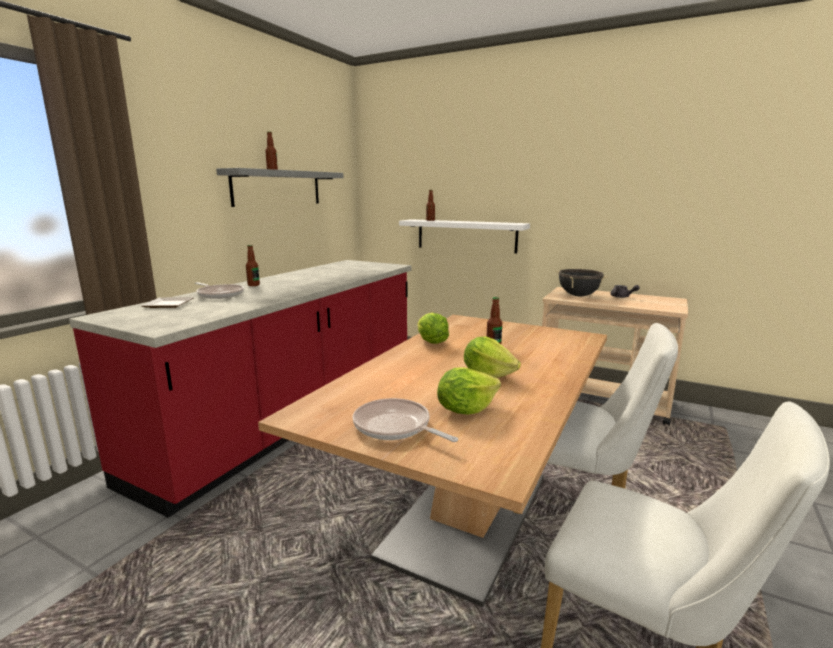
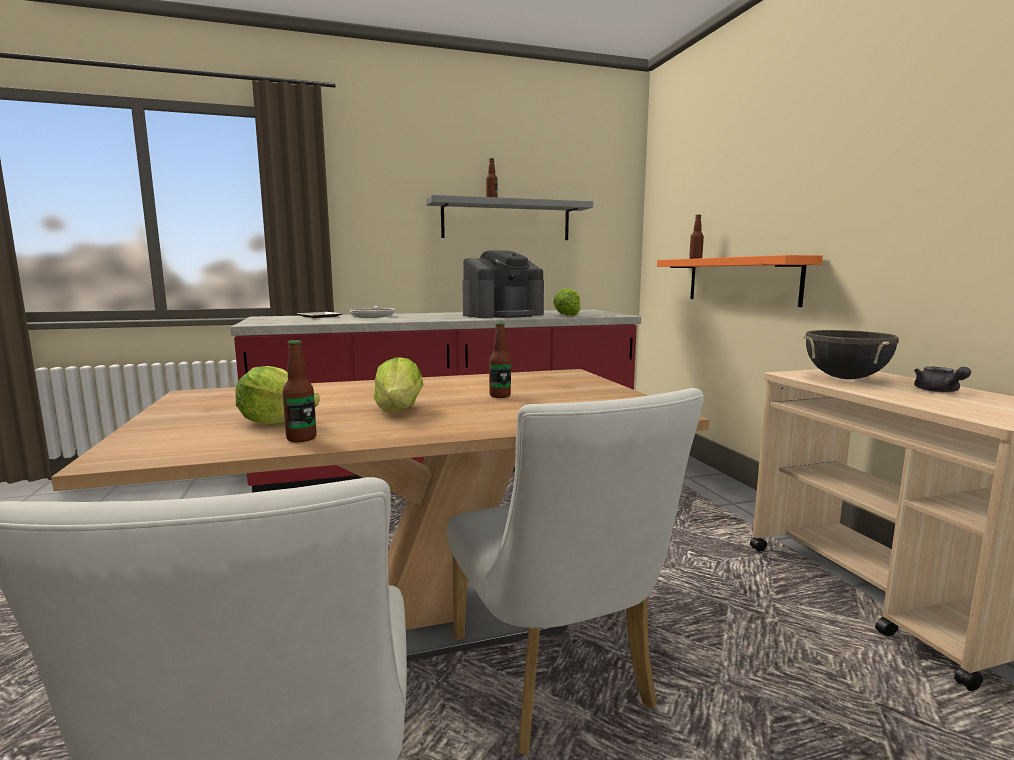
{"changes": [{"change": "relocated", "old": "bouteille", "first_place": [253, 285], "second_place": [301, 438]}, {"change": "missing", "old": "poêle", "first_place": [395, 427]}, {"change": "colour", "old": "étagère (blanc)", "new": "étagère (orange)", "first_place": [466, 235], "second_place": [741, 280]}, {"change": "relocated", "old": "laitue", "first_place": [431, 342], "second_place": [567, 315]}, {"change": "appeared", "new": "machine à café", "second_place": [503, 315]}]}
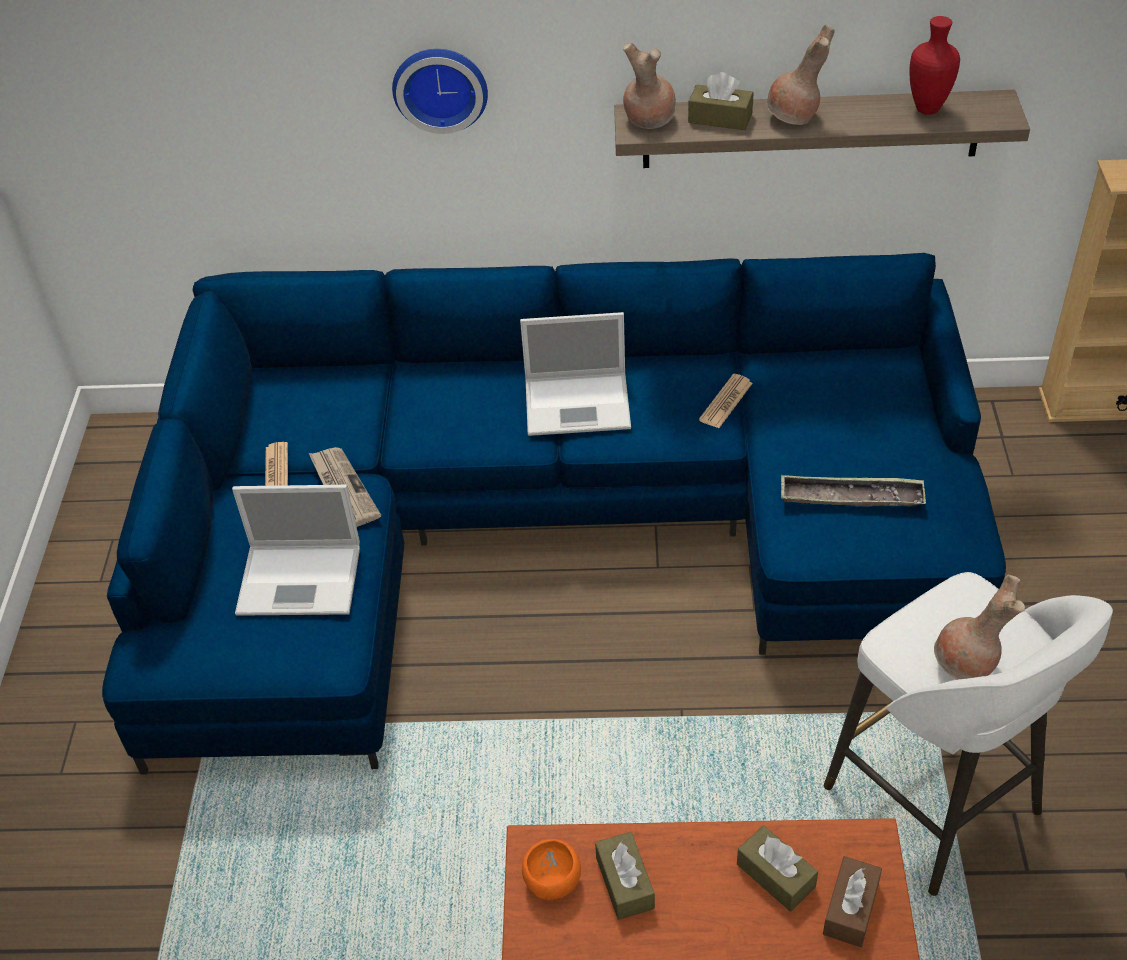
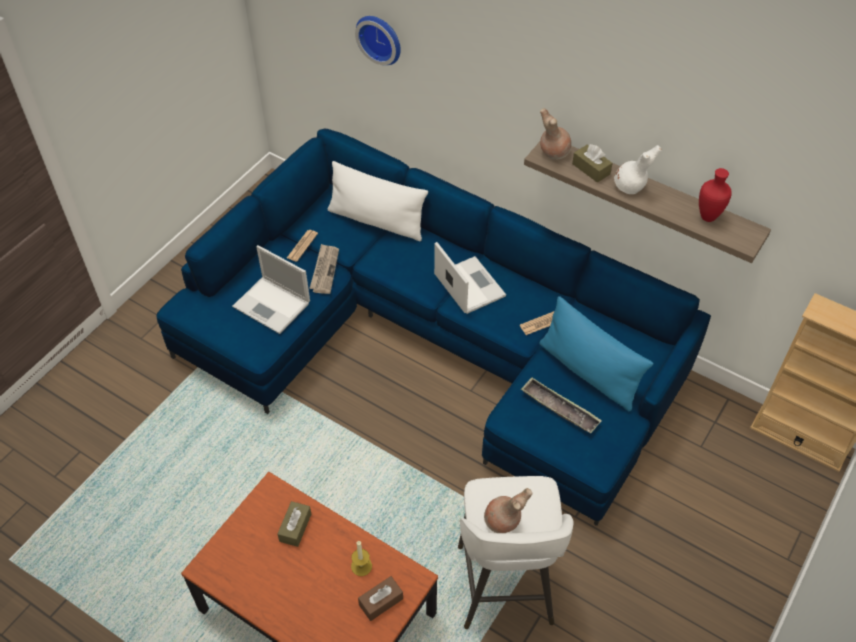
{"changes": [{"change": "relocated", "old": "horloge murale", "first_place": [440, 87], "second_place": [380, 38]}, {"change": "spun", "old": "ordinateur portable", "first_place": [579, 403], "second_place": [468, 285], "degrees": -150}, {"change": "missing", "old": "bol (orange)", "first_place": [551, 881]}, {"change": "exchanged", "old": "boîte à mouchoirs (marron)", "new": "bougie", "first_place": [775, 875], "second_place": [361, 566]}, {"change": "colour", "old": "vase (marron)", "new": "vase (blanc)", "first_place": [794, 118], "second_place": [630, 187]}, {"change": "appeared", "new": "coussin (blanc)", "second_place": [377, 221]}, {"change": "appeared", "new": "coussin (bleu)", "second_place": [588, 372]}]}
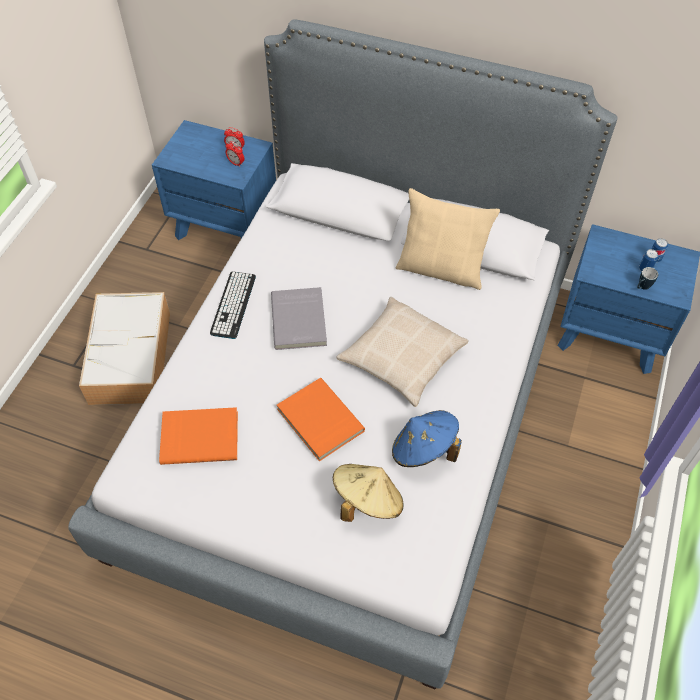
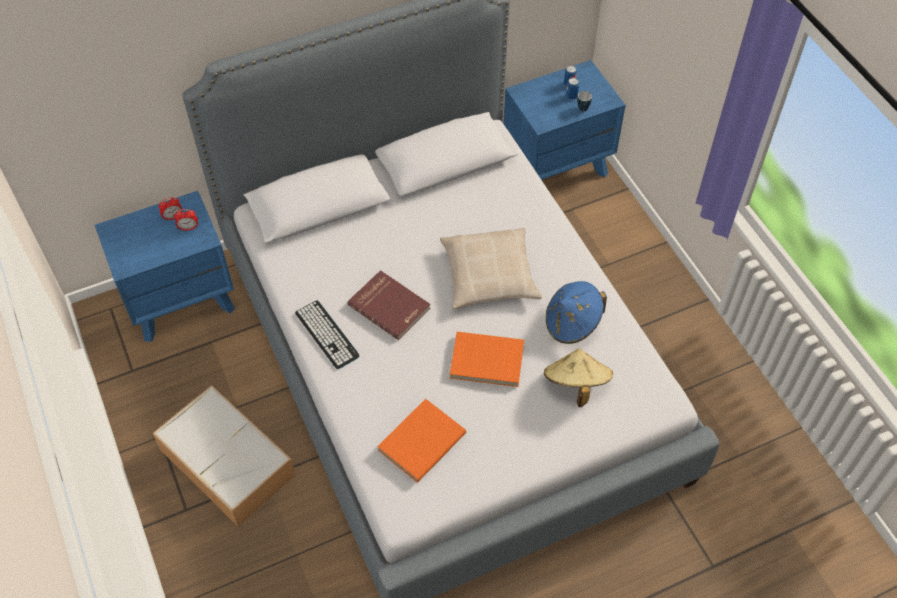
{"changes": [{"change": "colour", "old": "livre (gris)", "new": "livre (rouge)", "first_place": [300, 320], "second_place": [390, 306]}, {"change": "missing", "old": "coussin (beige)", "first_place": [441, 268]}]}
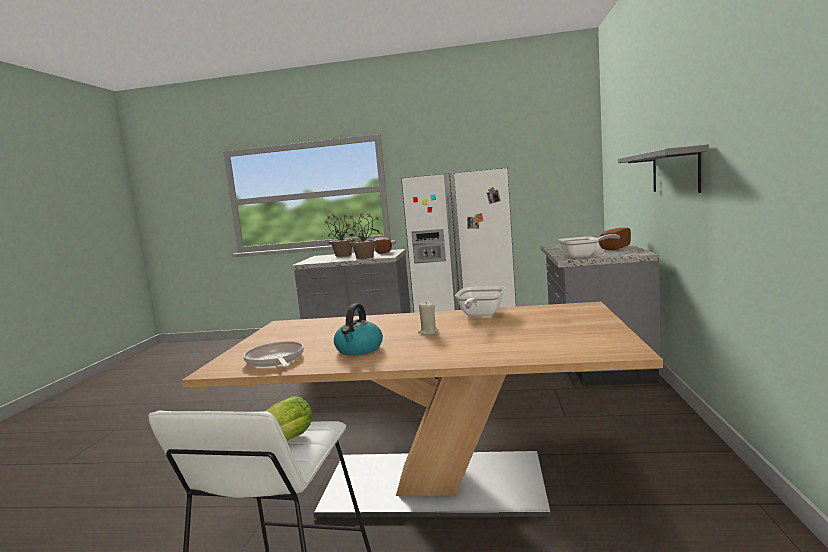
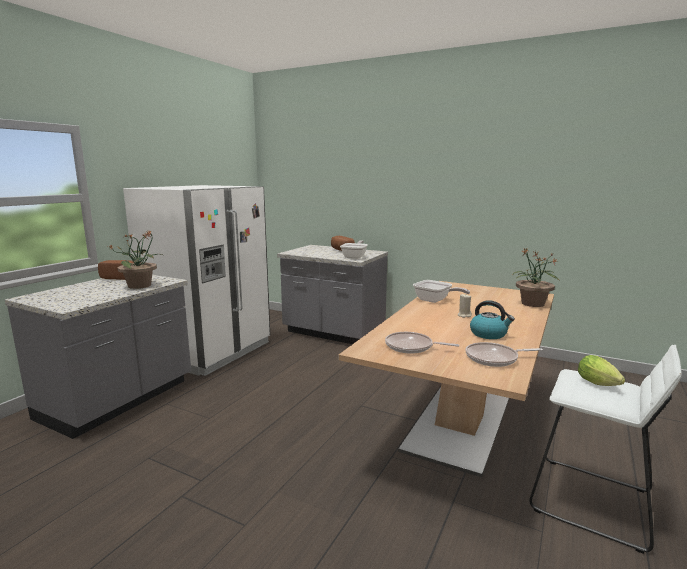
{"changes": [{"change": "relocated", "old": "plante en pot", "first_place": [342, 255], "second_place": [532, 304]}, {"change": "missing", "old": "étagère (gris)", "first_place": [675, 171]}, {"change": "appeared", "new": "poêle", "second_place": [412, 347]}]}
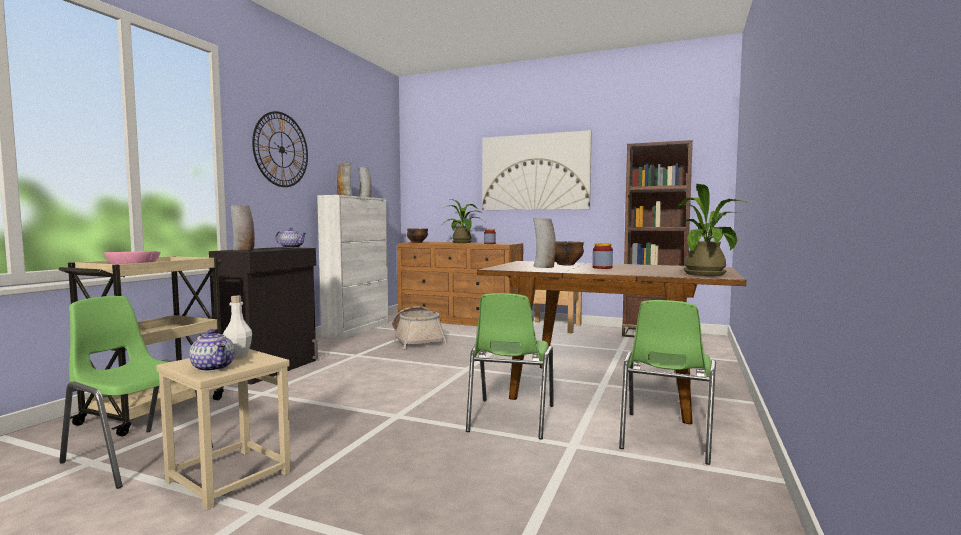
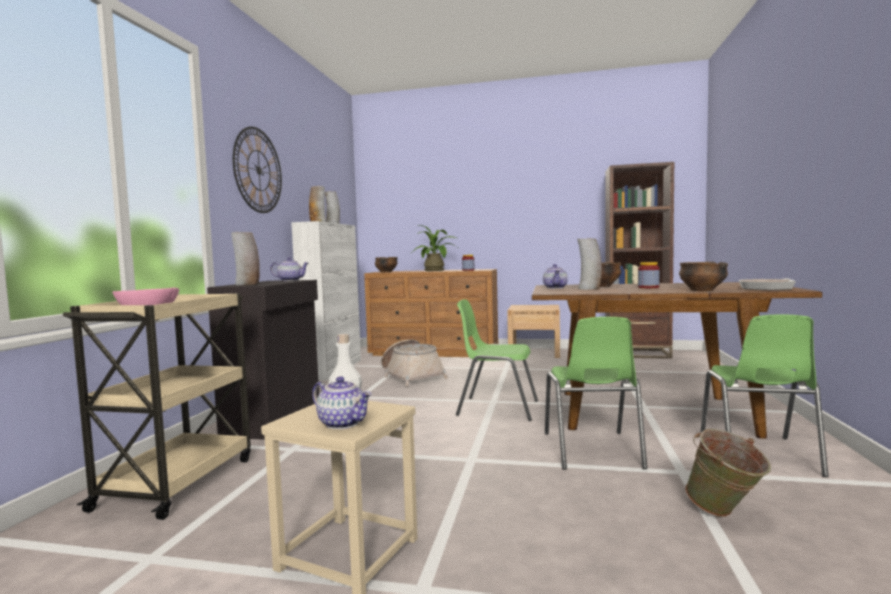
{"changes": [{"change": "relocated", "old": "chaise (vert)", "first_place": [137, 455], "second_place": [496, 408]}, {"change": "missing", "old": "tableau", "first_place": [535, 172]}, {"change": "exchanged", "old": "plante en pot", "new": "poêle", "first_place": [708, 274], "second_place": [768, 288]}, {"change": "appeared", "new": "théière", "second_place": [555, 288]}, {"change": "appeared", "new": "bol", "second_place": [702, 290]}, {"change": "appeared", "new": "seau (vert)", "second_place": [725, 514]}]}
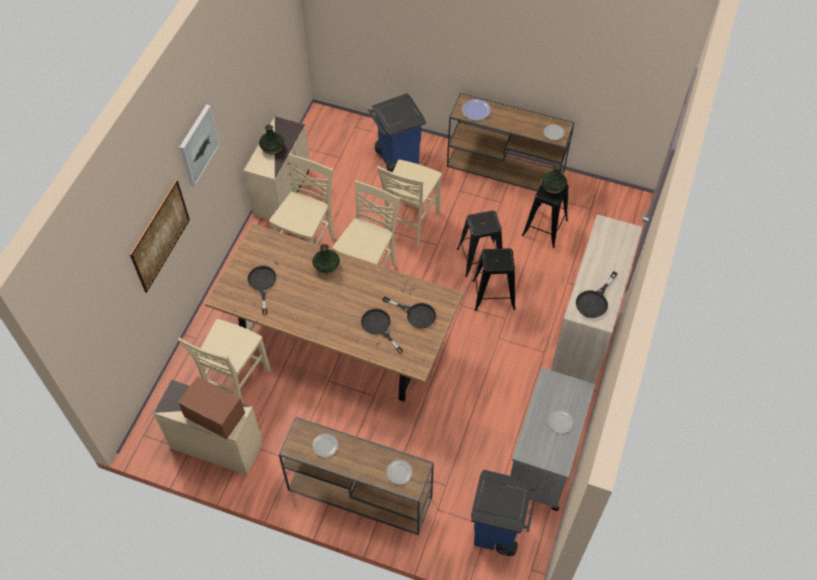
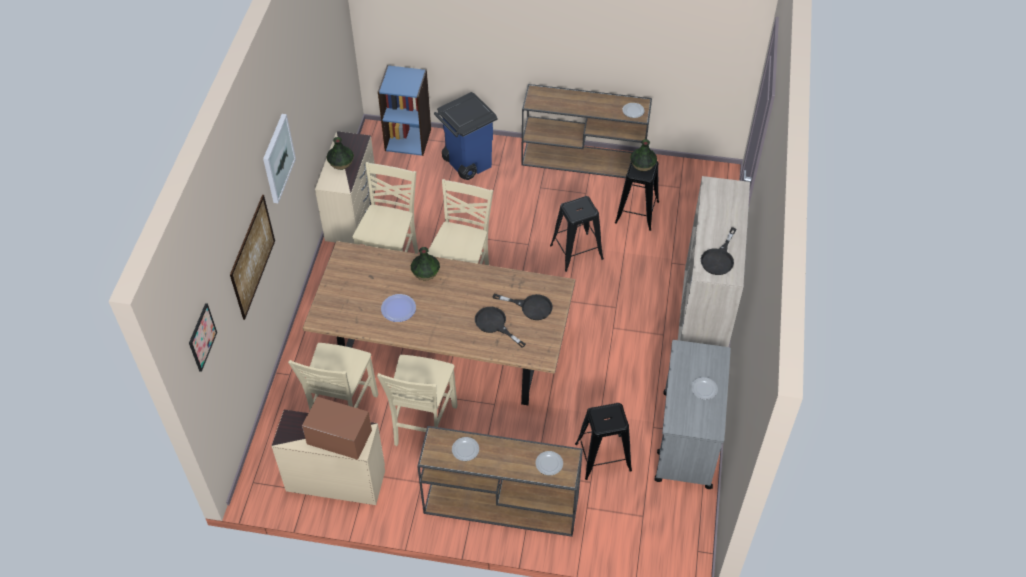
{"changes": [{"change": "missing", "old": "poêle (noir)", "first_place": [262, 284]}, {"change": "relocated", "old": "chaise (beige)", "first_place": [410, 223], "second_place": [423, 426]}, {"change": "relocated", "old": "assiette", "first_place": [476, 110], "second_place": [398, 308]}, {"change": "missing", "old": "poubelle (bleu)", "first_place": [498, 531]}, {"change": "relocated", "old": "tabouret (noir)", "first_place": [493, 295], "second_place": [603, 457]}, {"change": "appeared", "new": "tableau", "second_place": [202, 337]}, {"change": "appeared", "new": "bibliothèque (bleu)", "second_place": [408, 139]}]}
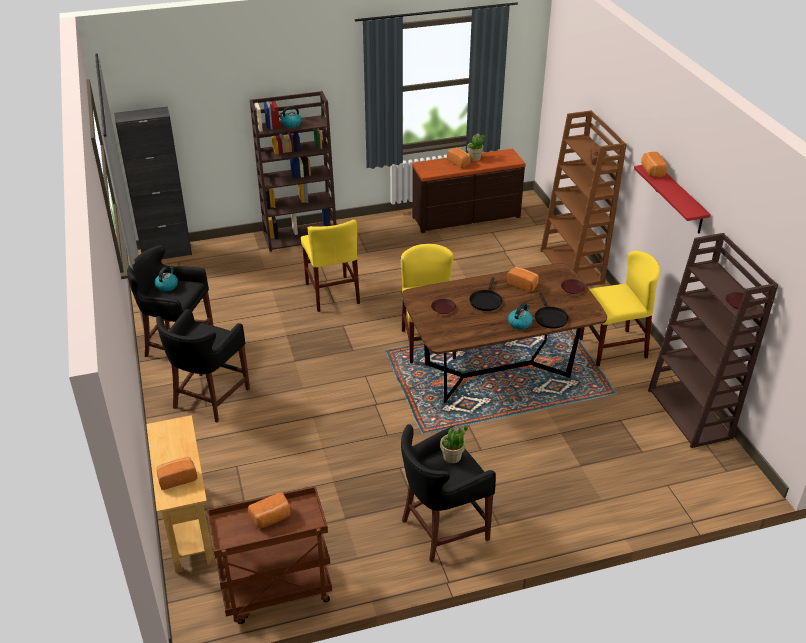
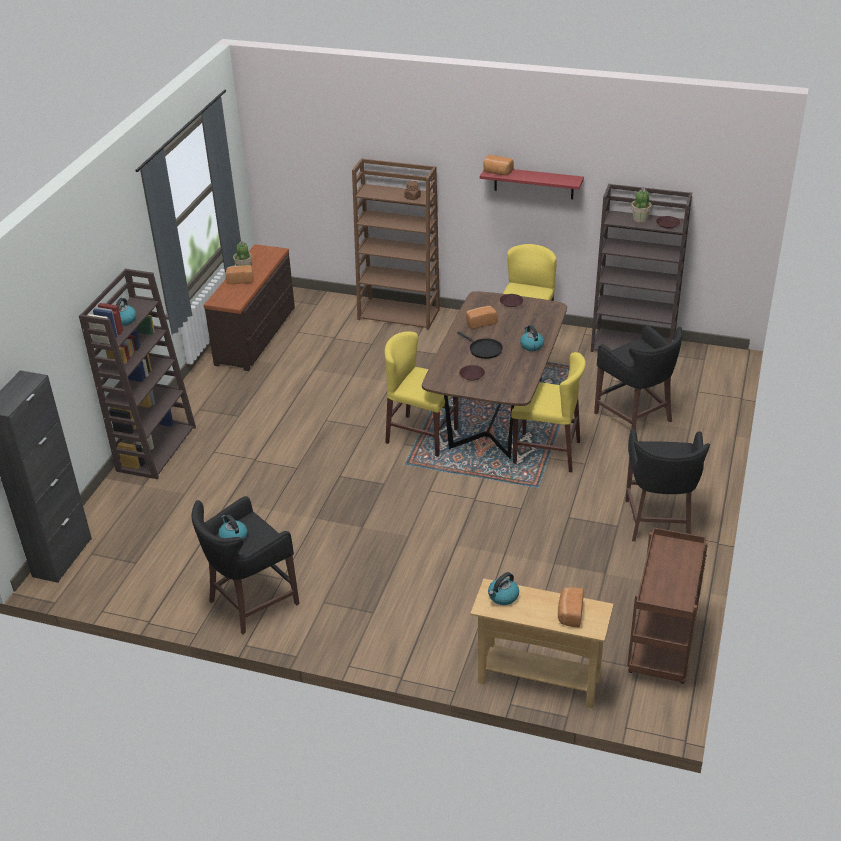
{"changes": [{"change": "relocated", "old": "tabouret (noir)", "first_place": [209, 399], "second_place": [635, 417]}, {"change": "missing", "old": "pain", "first_place": [271, 518]}, {"change": "relocated", "old": "chaise (jaune)", "first_place": [332, 293], "second_place": [546, 452]}, {"change": "relocated", "old": "plante en pot", "first_place": [452, 456], "second_place": [640, 218]}, {"change": "missing", "old": "poêle (noir)", "first_place": [550, 318]}, {"change": "appeared", "new": "bouilloire", "second_place": [503, 596]}]}
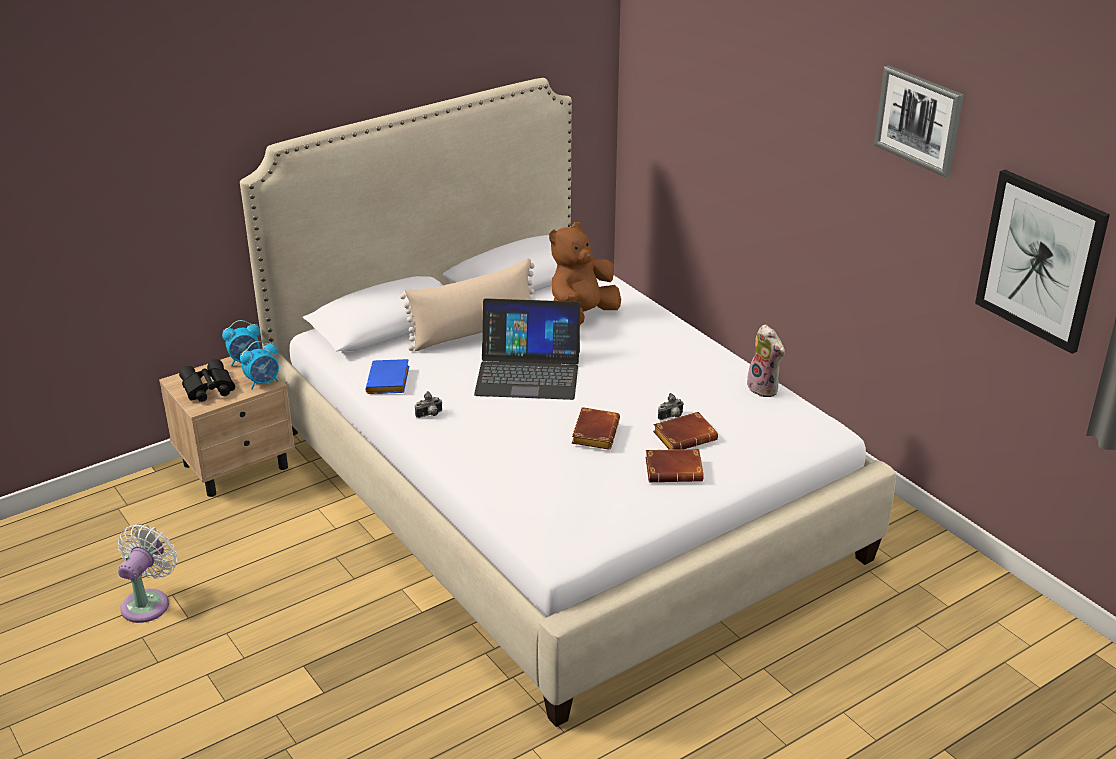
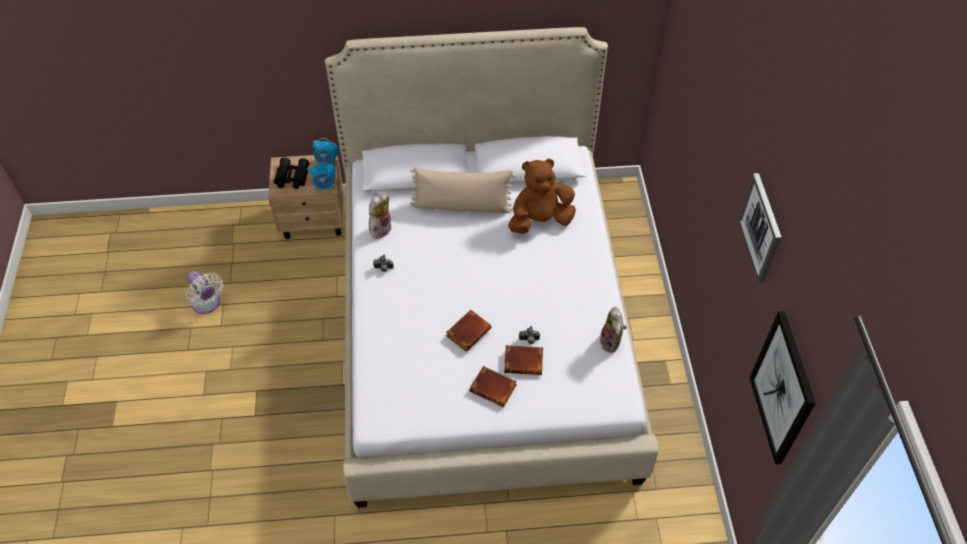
{"changes": [{"change": "spun", "old": "ventilateur (blanc)", "first_place": [148, 602], "second_place": [207, 304], "degrees": 90}, {"change": "exchanged", "old": "livre (bleu)", "new": "peluche", "first_place": [389, 382], "second_place": [380, 228]}, {"change": "missing", "old": "ordinateur portable", "first_place": [528, 372]}]}
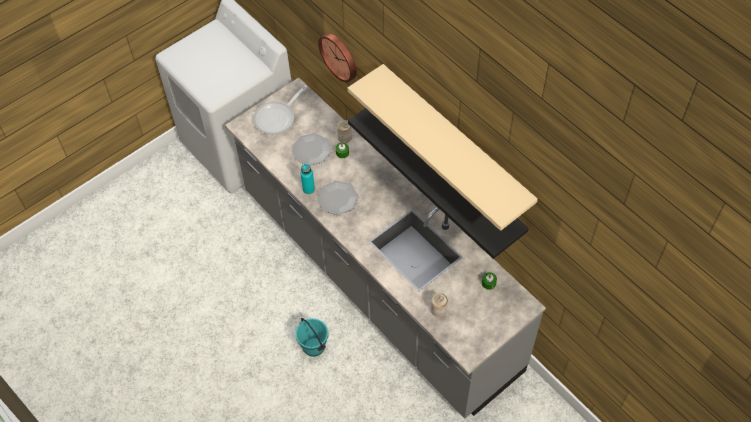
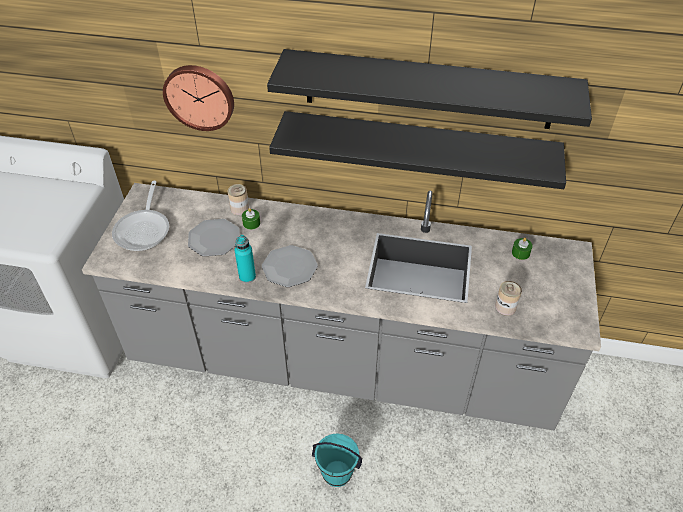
{"changes": [{"change": "colour", "old": "étagère (beige)", "new": "étagère (noir)", "first_place": [455, 141], "second_place": [428, 89]}]}
